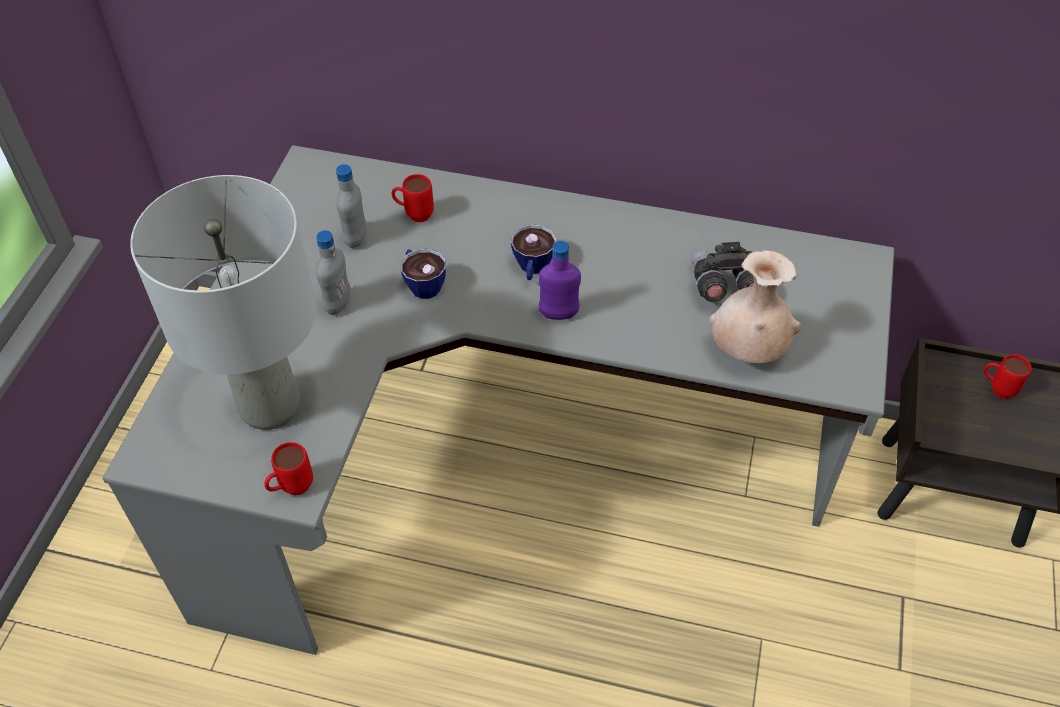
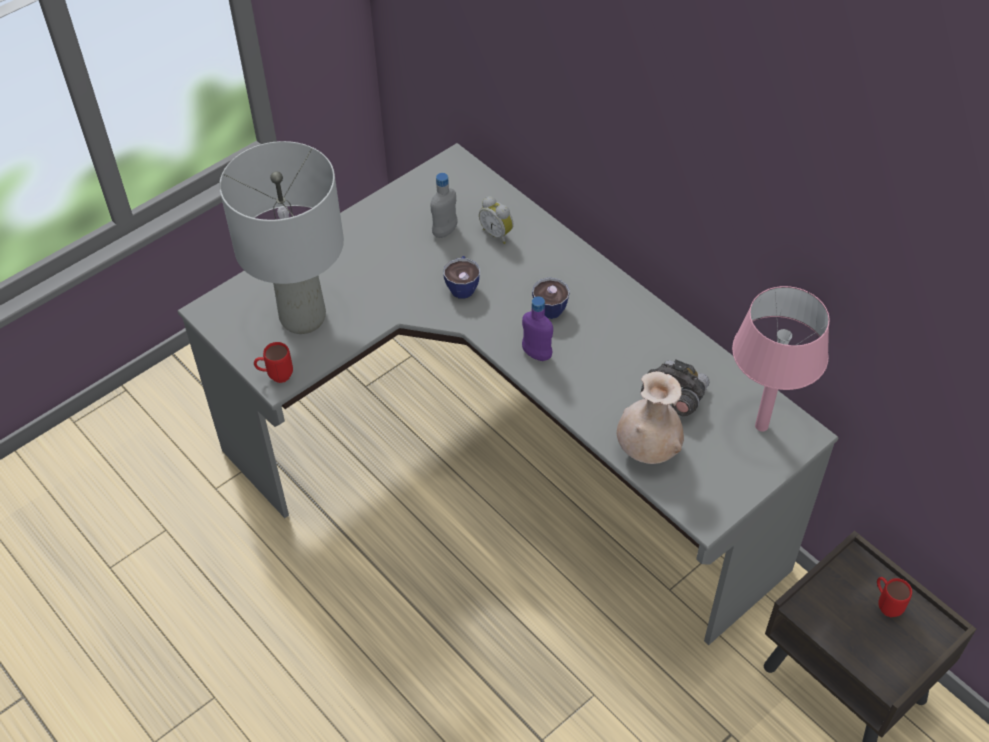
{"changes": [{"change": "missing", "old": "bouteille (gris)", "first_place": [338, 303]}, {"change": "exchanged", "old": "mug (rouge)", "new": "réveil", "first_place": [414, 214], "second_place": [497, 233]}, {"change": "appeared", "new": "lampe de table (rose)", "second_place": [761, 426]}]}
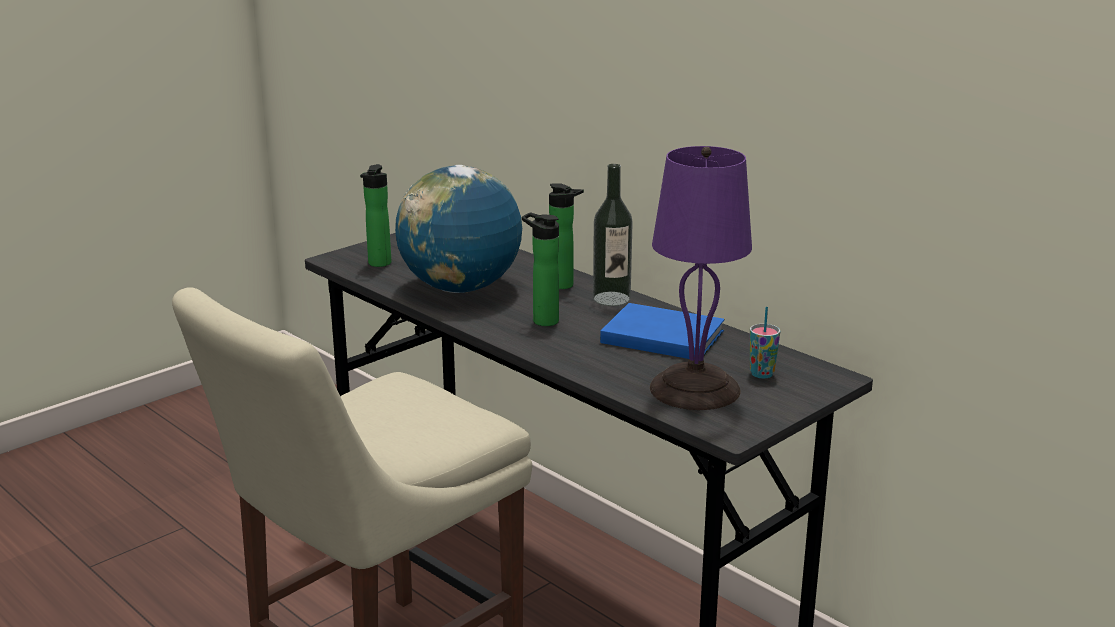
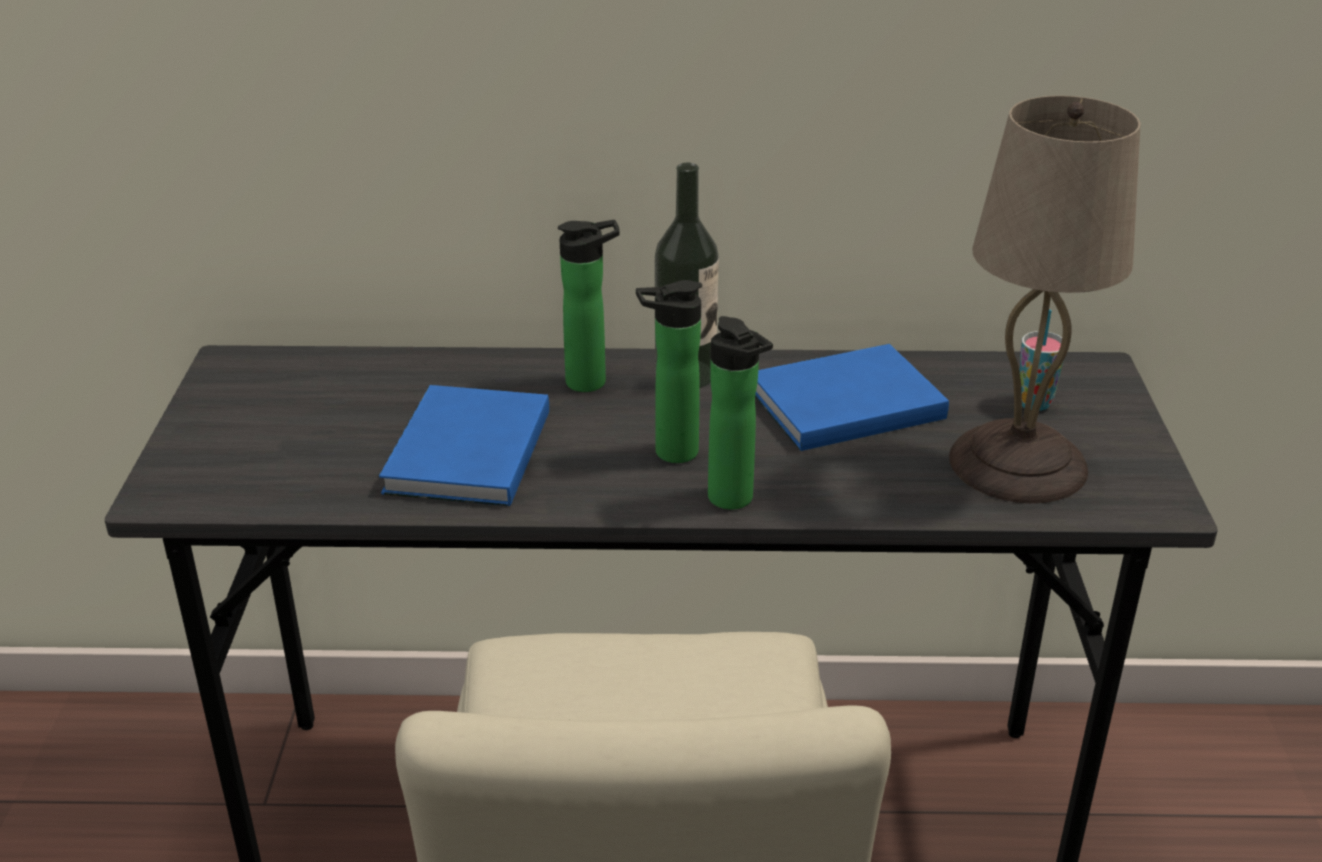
{"changes": [{"change": "relocated", "old": "bouteille", "first_place": [378, 264], "second_place": [734, 501]}, {"change": "exchanged", "old": "globe", "new": "livre (bleu)", "first_place": [461, 288], "second_place": [464, 454]}, {"change": "colour", "old": "lampe de table (violet)", "new": "lampe de table (beige)", "first_place": [695, 390], "second_place": [1021, 464]}]}
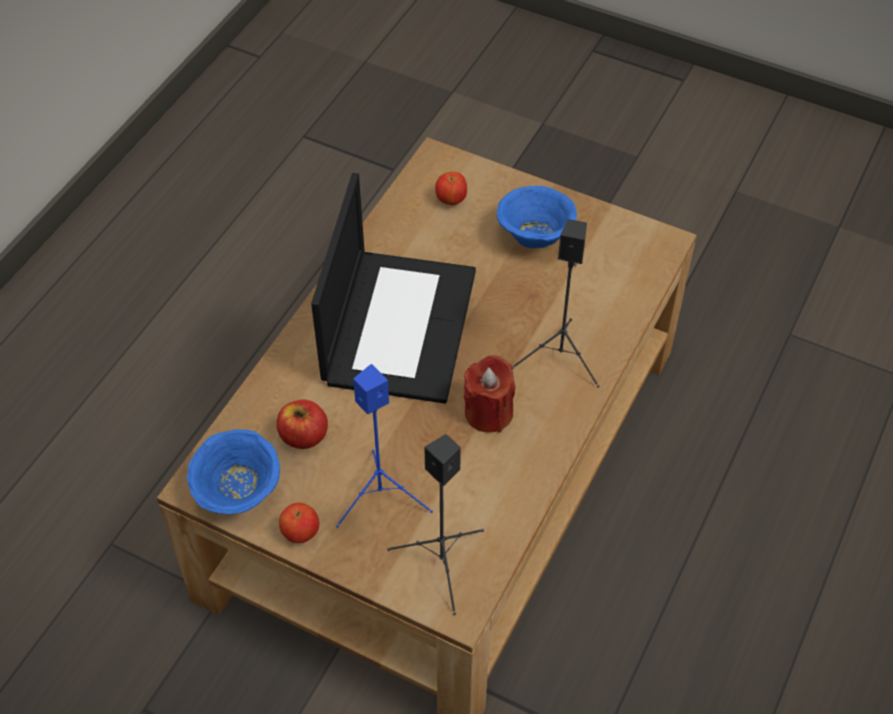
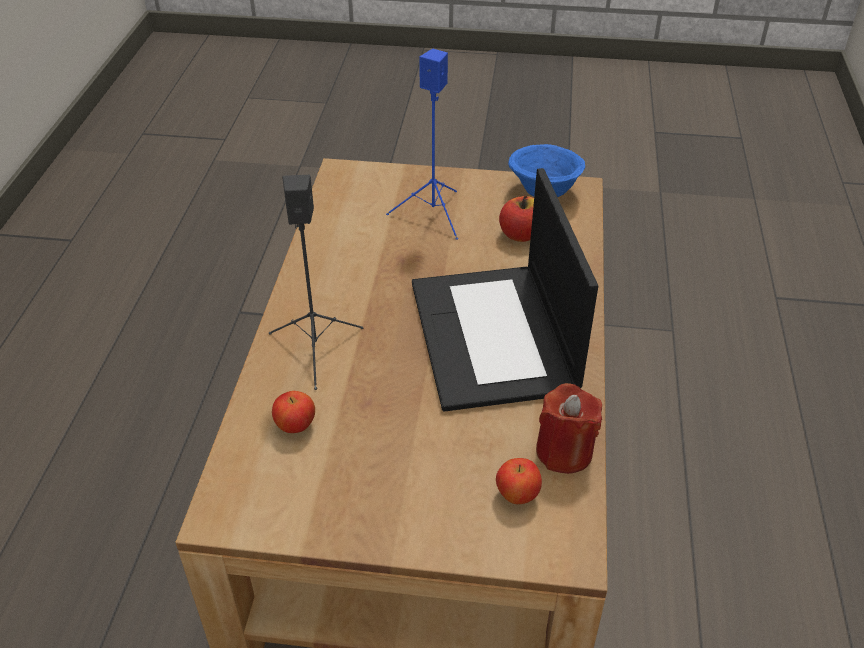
{"changes": [{"change": "relocated", "old": "pomme", "first_place": [300, 533], "second_place": [296, 426]}, {"change": "missing", "old": "enceinte (noir)", "first_place": [442, 565]}, {"change": "relocated", "old": "bougie (rouge)", "first_place": [488, 412], "second_place": [564, 451]}, {"change": "missing", "old": "bol (bleu)", "first_place": [534, 238]}]}
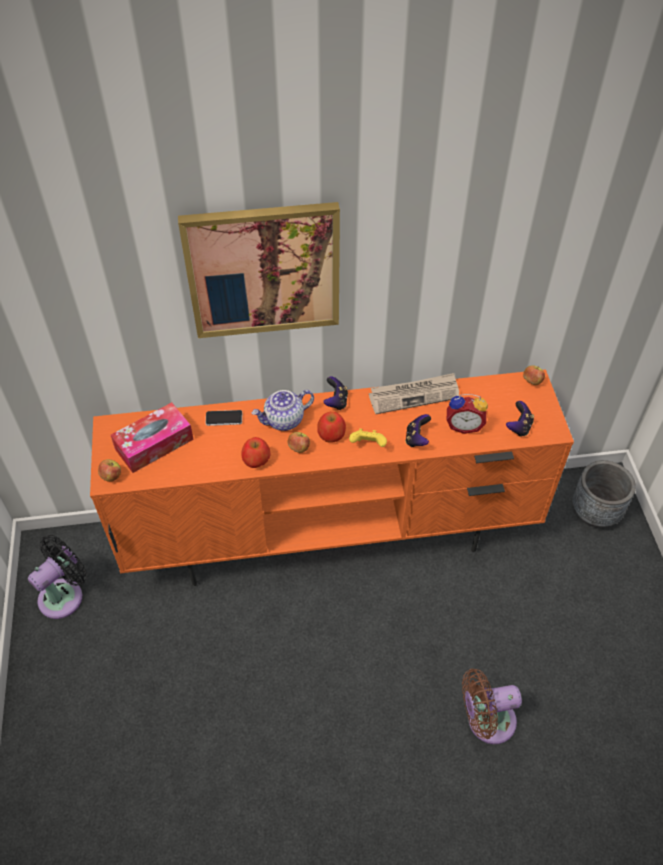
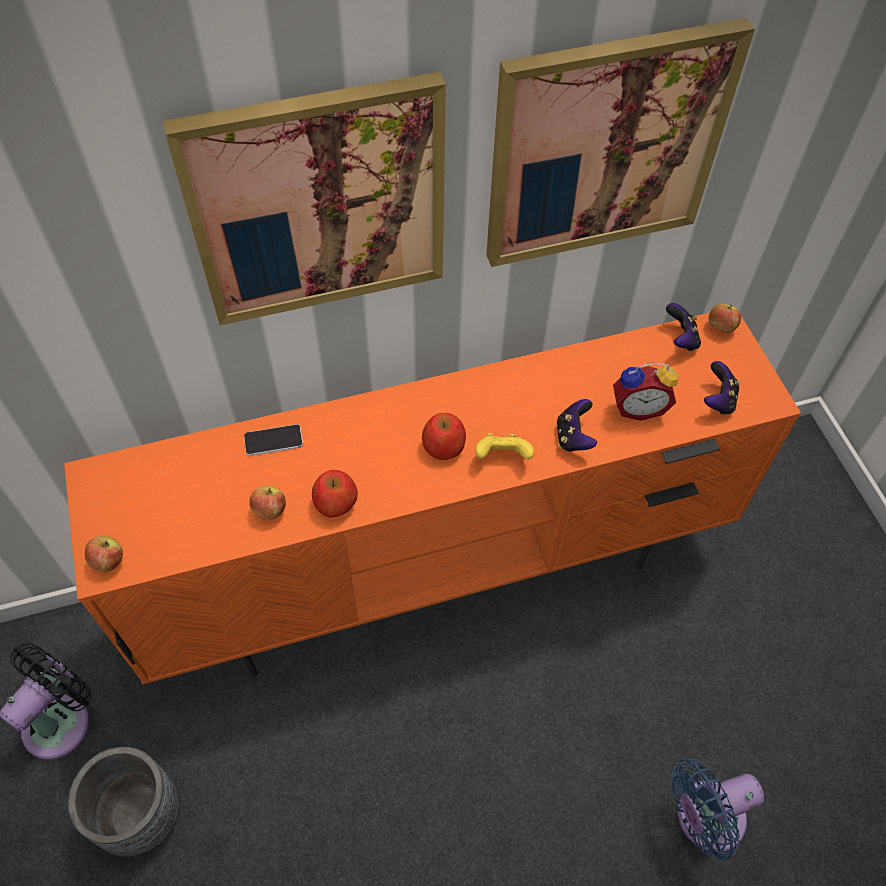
{"changes": [{"change": "missing", "old": "boîte à mouchoirs", "first_place": [154, 444]}, {"change": "missing", "old": "théière", "first_place": [284, 420]}, {"change": "relocated", "old": "pomme", "first_place": [299, 448], "second_place": [269, 510]}, {"change": "relocated", "old": "manette", "first_place": [336, 401], "second_place": [680, 339]}, {"change": "missing", "old": "journal", "first_place": [414, 395]}, {"change": "colour", "old": "ventilateur (marron)", "new": "ventilateur (bleu)", "first_place": [486, 721], "second_place": [703, 818]}, {"change": "relocated", "old": "cache-pot (gris)", "first_place": [594, 512], "second_place": [140, 814]}, {"change": "appeared", "new": "tableau", "second_place": [605, 146]}]}
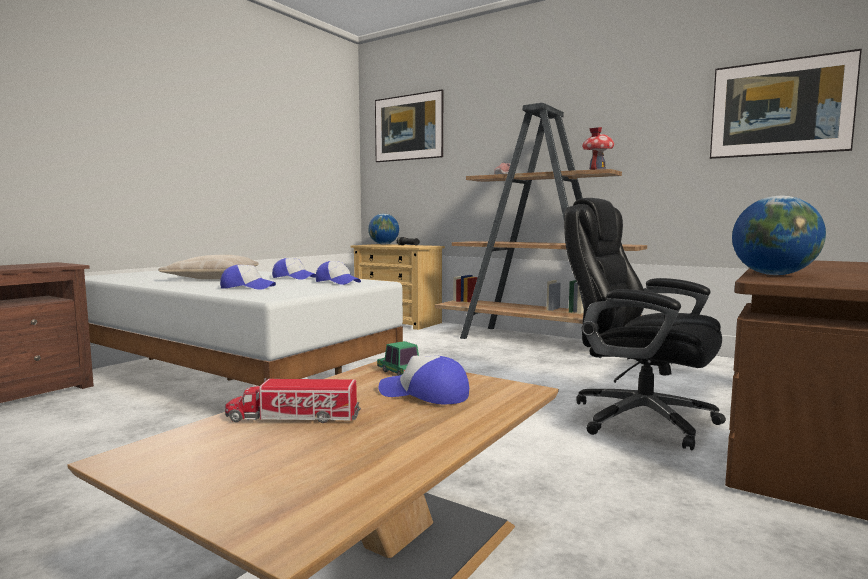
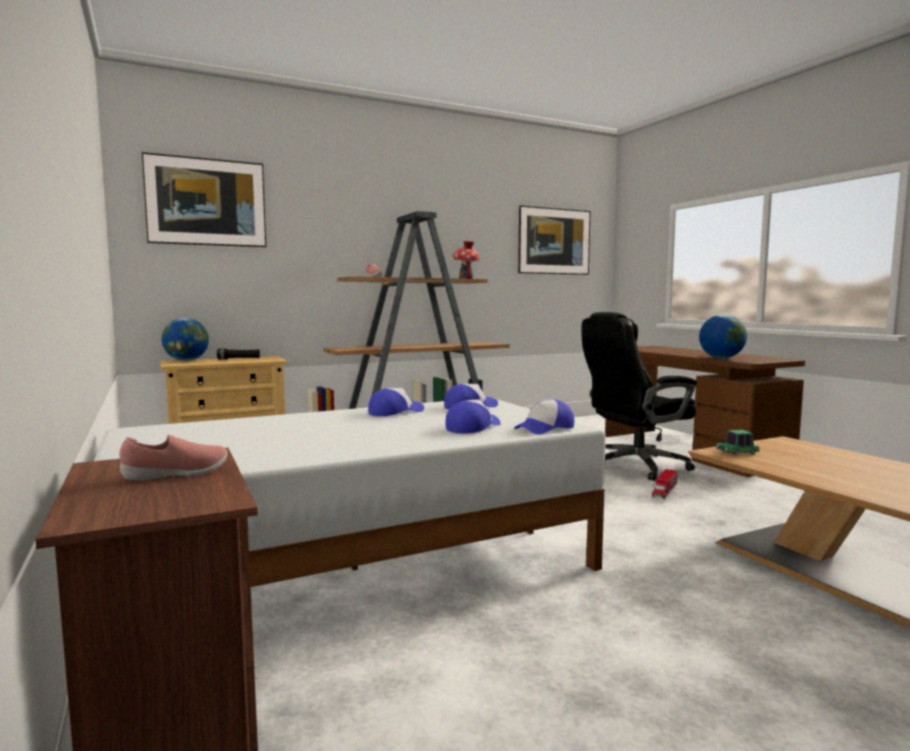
{"changes": [{"change": "missing", "old": "coussin (beige)", "first_place": [212, 277]}, {"change": "relocated", "old": "camion jouet", "first_place": [293, 418], "second_place": [664, 491]}, {"change": "relocated", "old": "casquette", "first_place": [424, 394], "second_place": [545, 428]}, {"change": "appeared", "new": "chaussure (rose)", "second_place": [176, 474]}]}
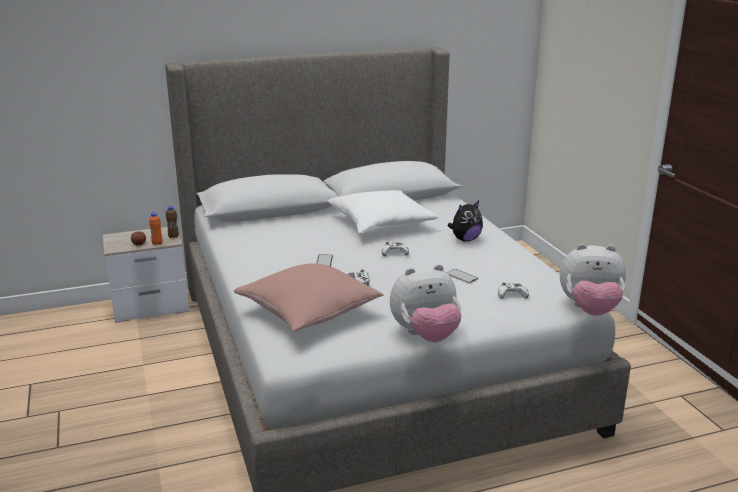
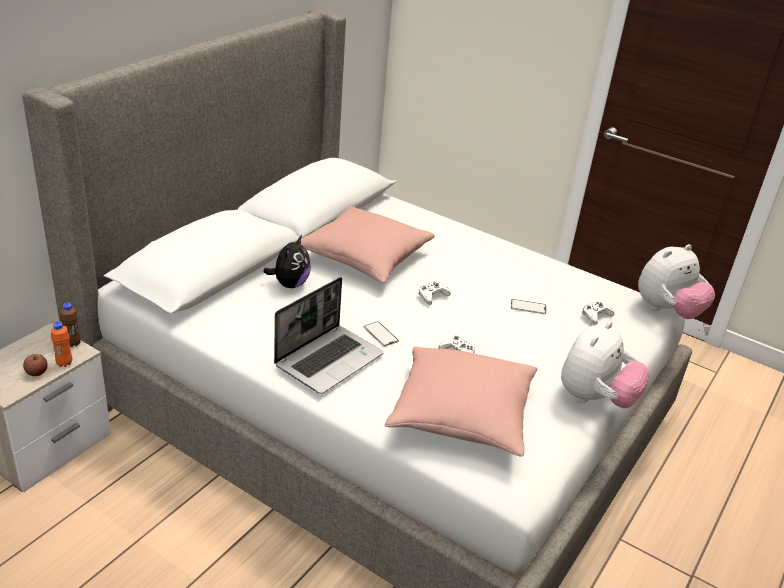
{"changes": [{"change": "colour", "old": "coussin (blanc)", "new": "coussin (rose)", "first_place": [381, 224], "second_place": [364, 257]}, {"change": "relocated", "old": "peluche", "first_place": [465, 239], "second_place": [290, 284]}, {"change": "appeared", "new": "ordinateur portable", "second_place": [329, 359]}]}
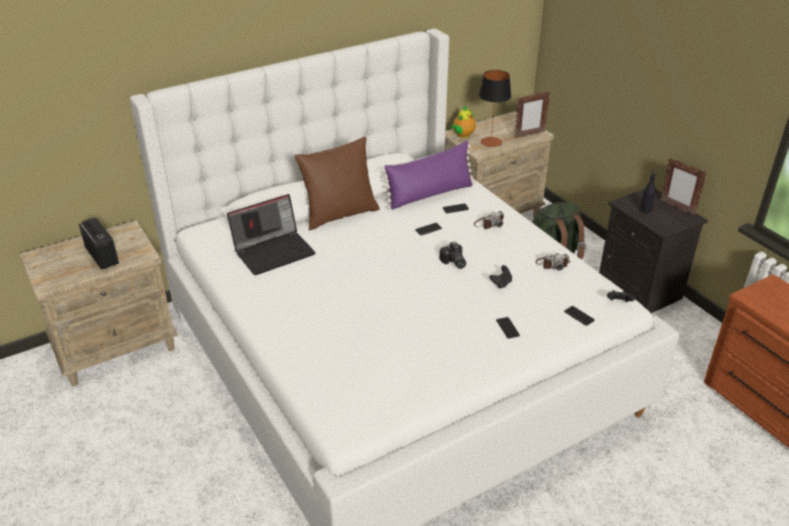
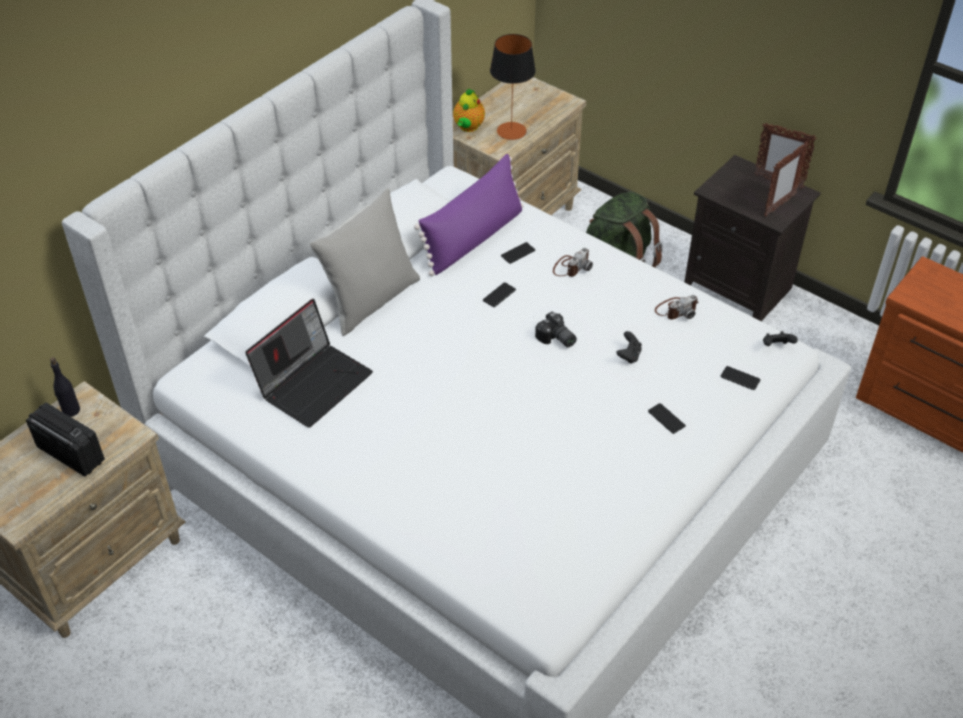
{"changes": [{"change": "colour", "old": "coussin (marron)", "new": "coussin (gris)", "first_place": [339, 214], "second_place": [370, 300]}, {"change": "relocated", "old": "cadre photo", "first_place": [529, 135], "second_place": [779, 206]}, {"change": "relocated", "old": "bouteille (noir)", "first_place": [645, 210], "second_place": [71, 410]}]}
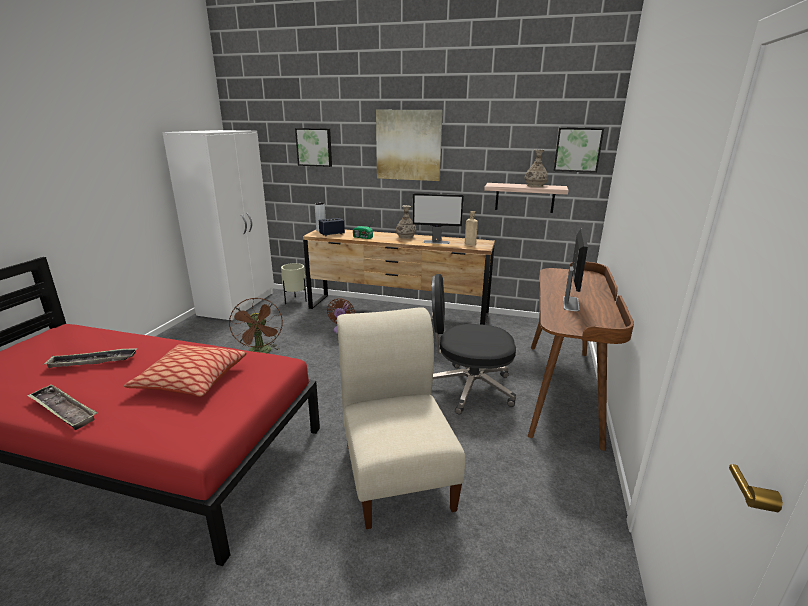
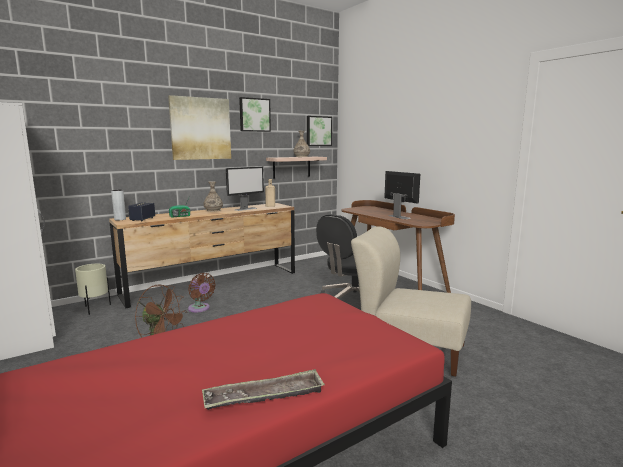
{"changes": [{"change": "missing", "old": "plateau", "first_place": [93, 362]}, {"change": "missing", "old": "coussin", "first_place": [191, 380]}, {"change": "relocated", "old": "tableau", "first_place": [314, 147], "second_place": [254, 115]}]}
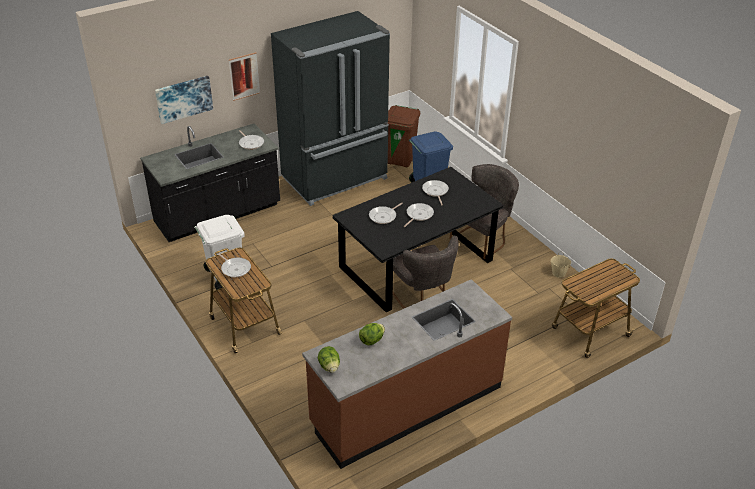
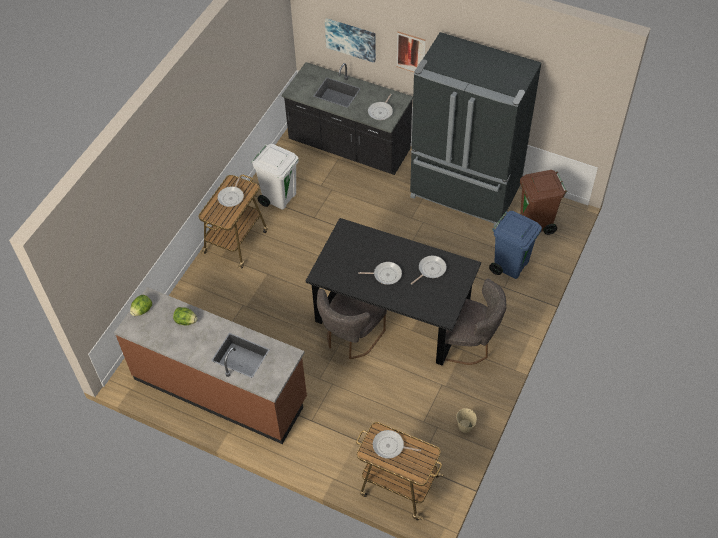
{"changes": [{"change": "relocated", "old": "poêle", "first_place": [384, 216], "second_place": [390, 446]}]}
